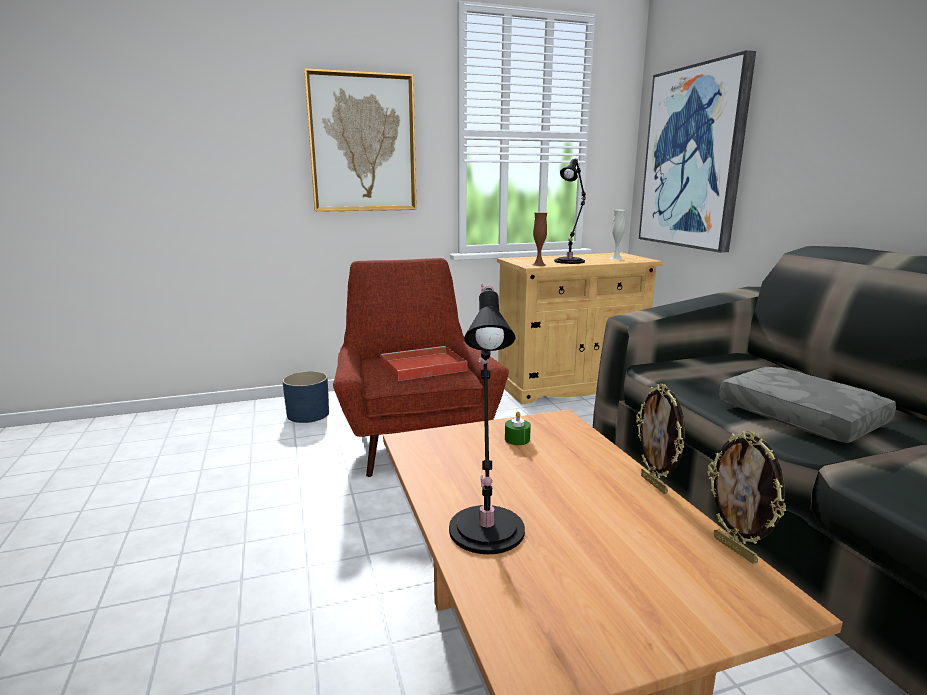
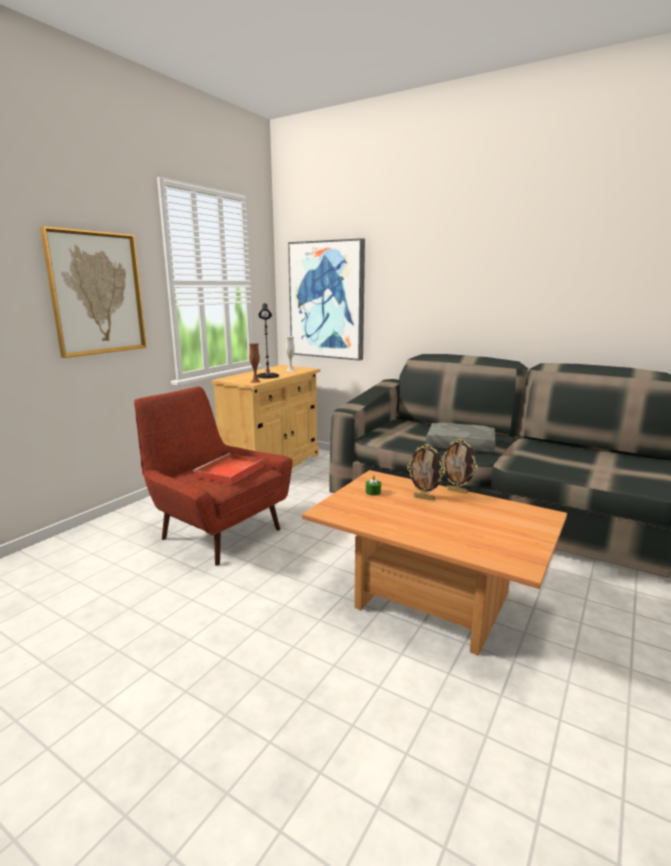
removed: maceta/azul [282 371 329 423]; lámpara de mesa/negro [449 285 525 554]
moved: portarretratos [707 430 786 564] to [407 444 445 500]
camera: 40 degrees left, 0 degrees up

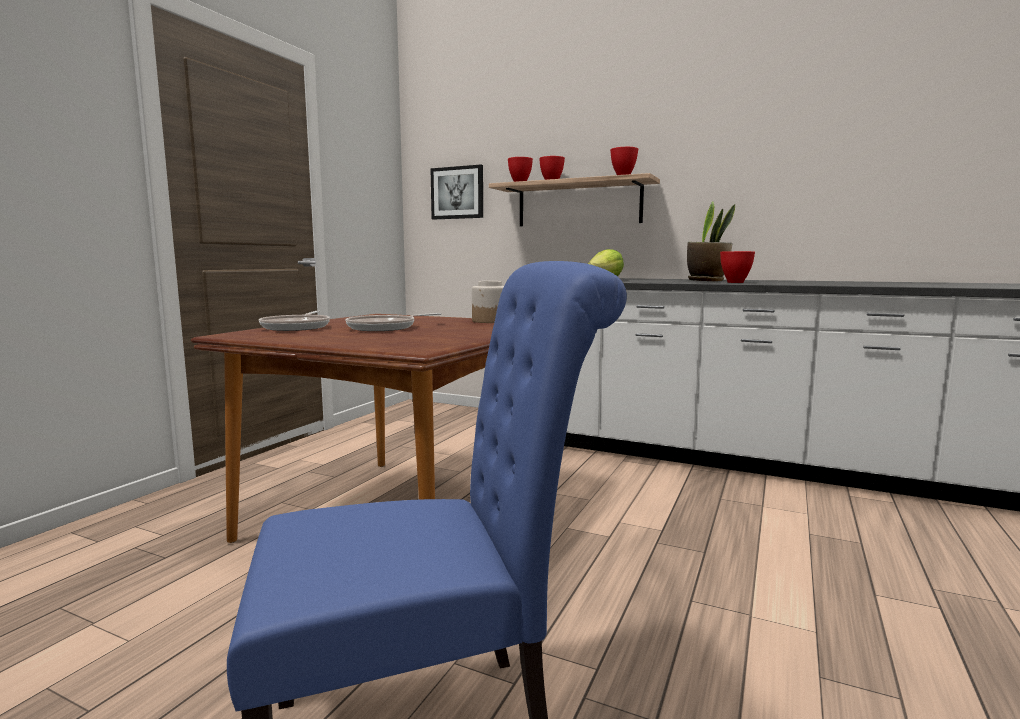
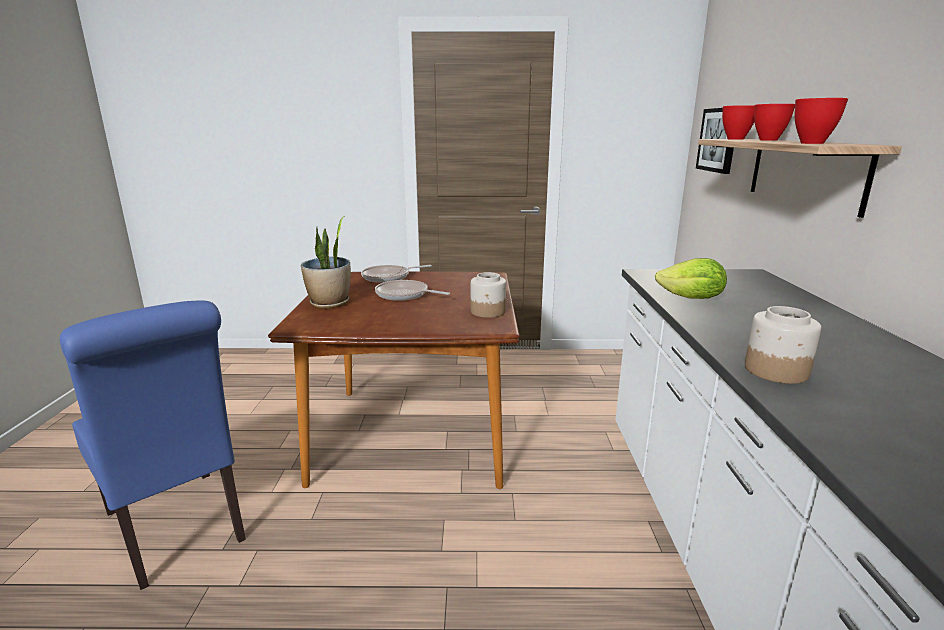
moved: planta en maceta [687 202 735 281] to [301 216 351 309]
replaced: cuenco/rojo [720 251 755 283] to tarro [745 306 821 384]
camera: 65 degrees right, 10 degrees up

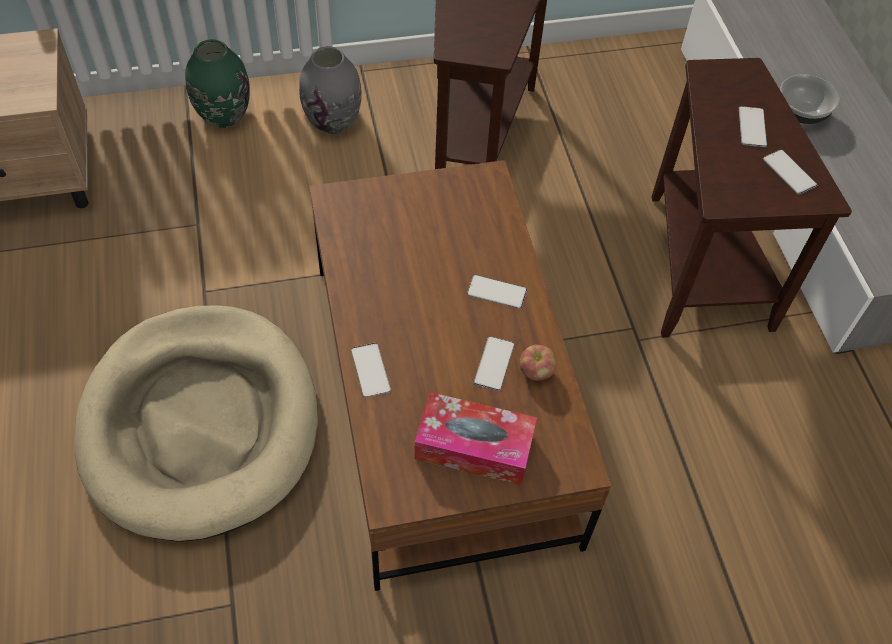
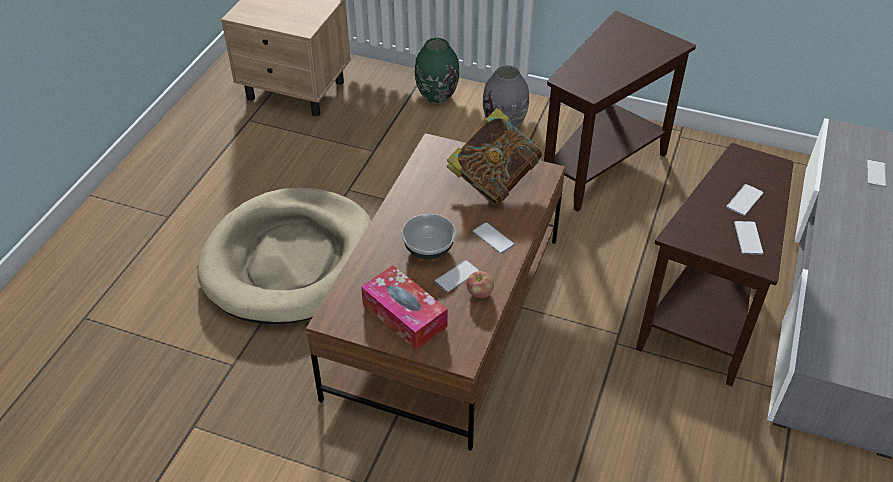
added: libro [447 108 542 205]
moved: móvil [351 343 391 398] to [867 159 886 187]; cuenco [780 74 839 124] to [401 214 456 259]
camera: 35 degrees right, 10 degrees down

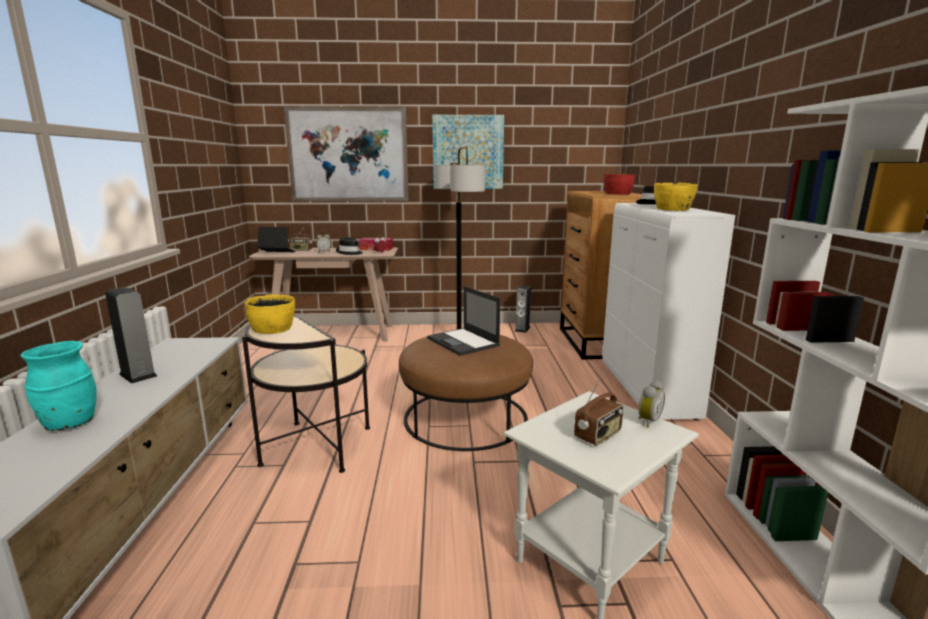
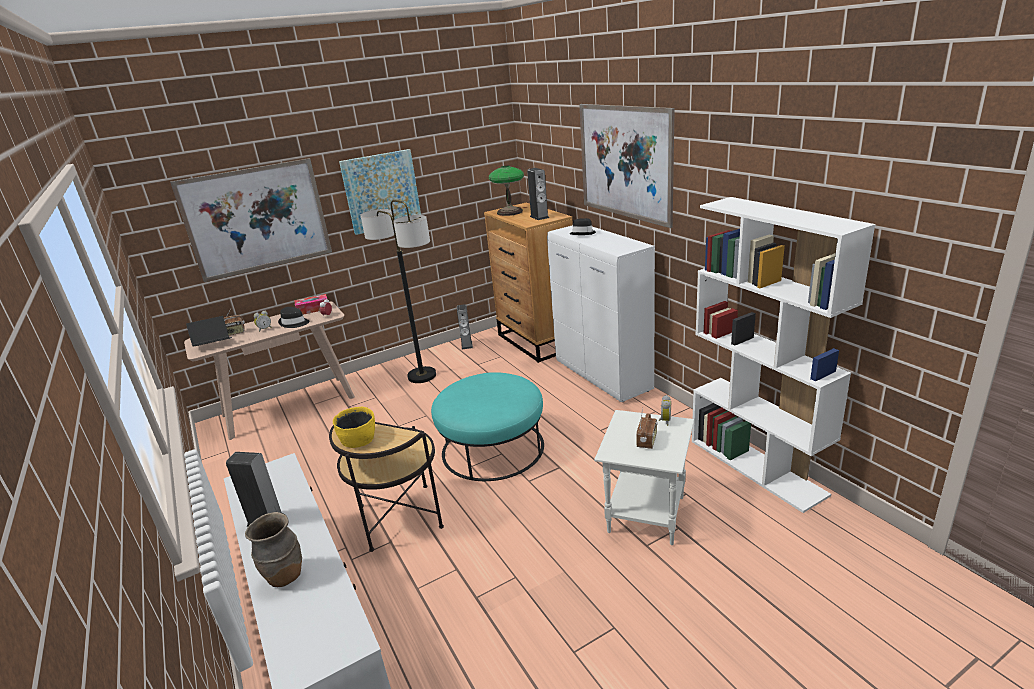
removed: portátil [427 286 500 356]; cuenco/amarillo [654 183 698 211]
added: lámpara de mesa [489 166 524 216]; cuadro [579 104 675 228]
replaced: cuenco/rojo [603 174 636 195] to altavoz [527 168 549 220]
recoloured: florero/turquesa [21 341 97 431] to florero/marrón [245 512 302 587]; puf/marrón [399 335 533 451] to puf/turquesa [431 372 544 481]
camera: 25 degrees left, 10 degrees up

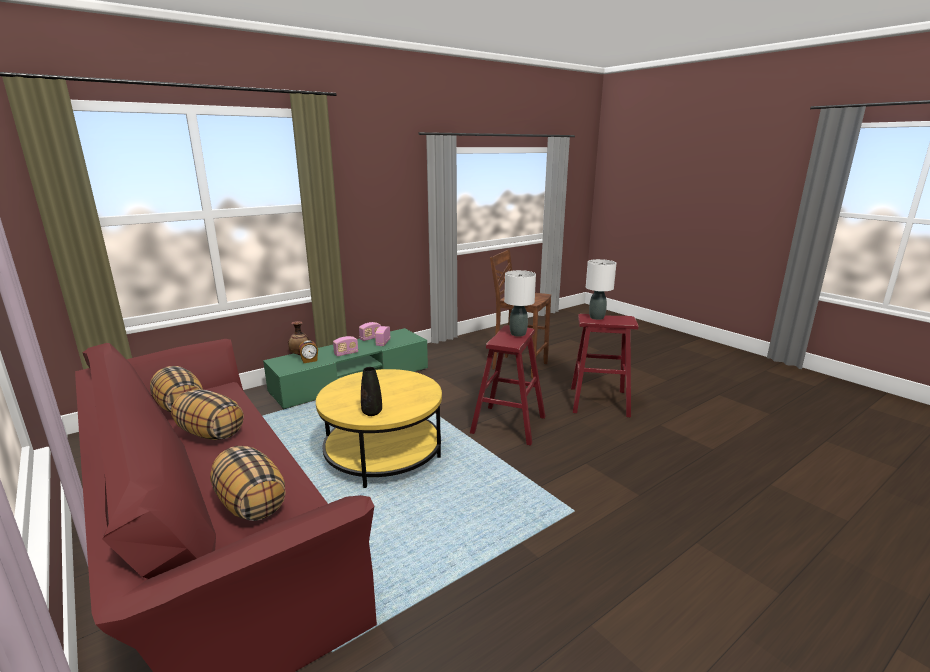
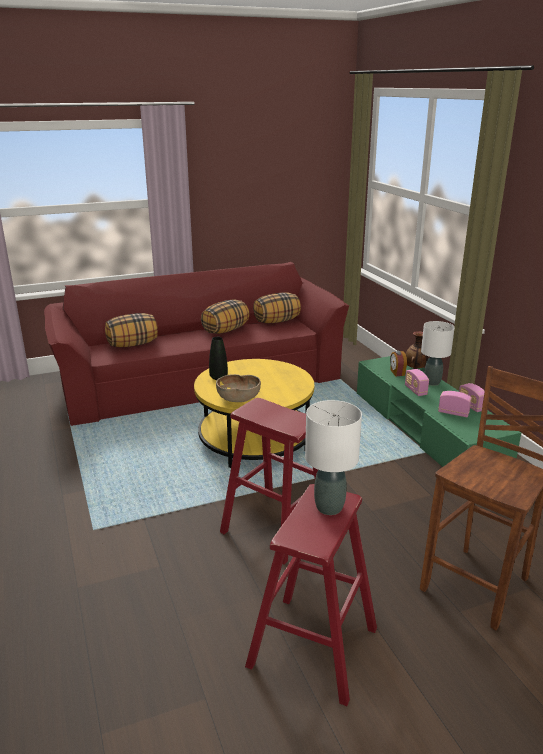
added: cuenco/marrón [216 374 261 402]
moved: lámpara de mesa/blanco [504 270 536 337] to [421 321 455 386]
camera: 105 degrees right, 5 degrees up

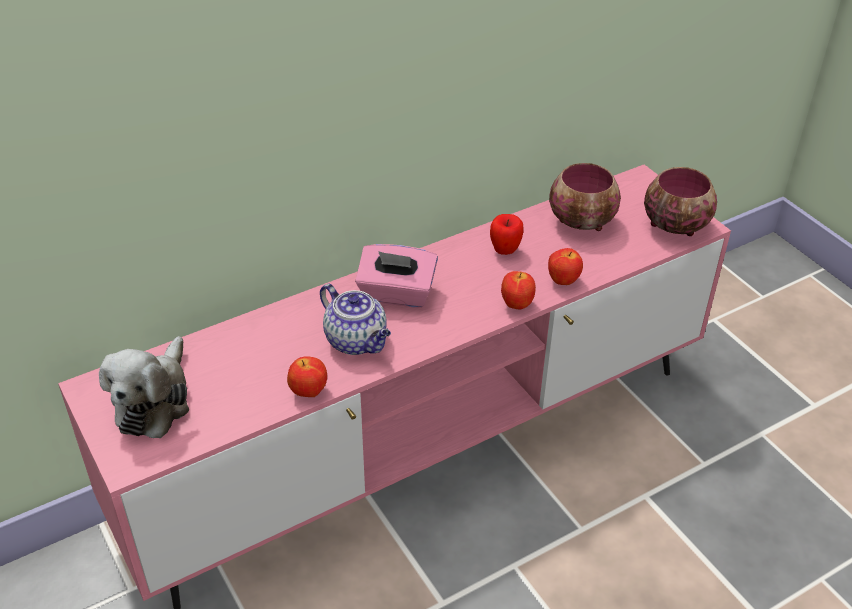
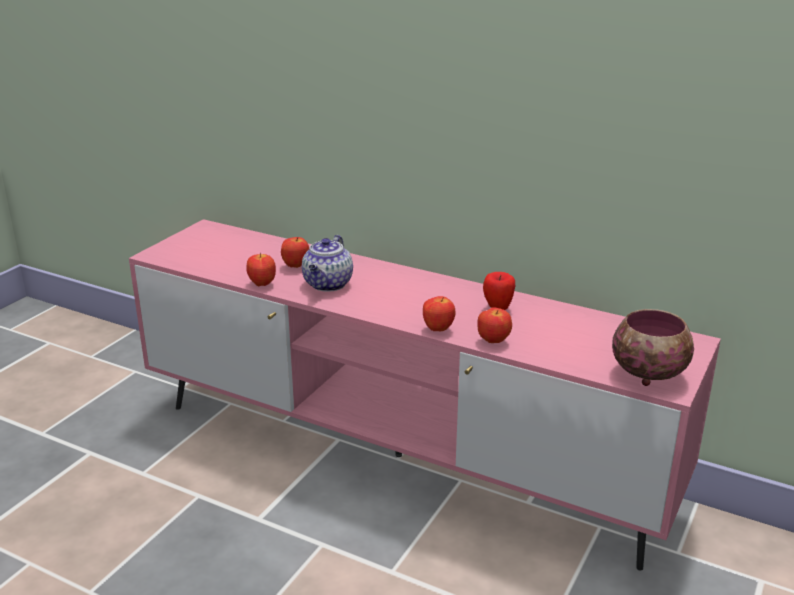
removed: peluche [99 336 189 438]; caja de pañuelos/rosa [355 244 438 308]; cuenco [549 163 621 231]
added: manzana [281 237 309 268]
camera: 60 degrees right, 15 degrees down

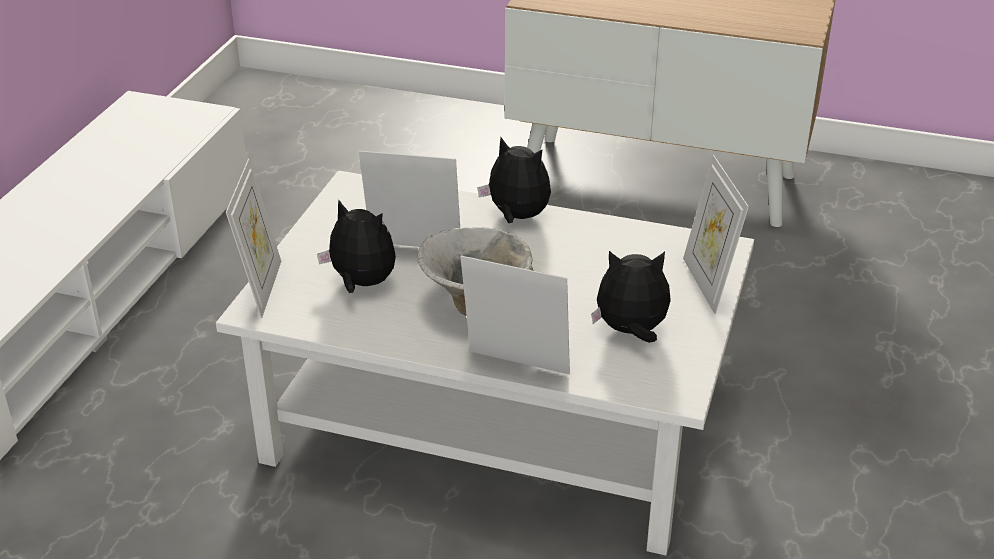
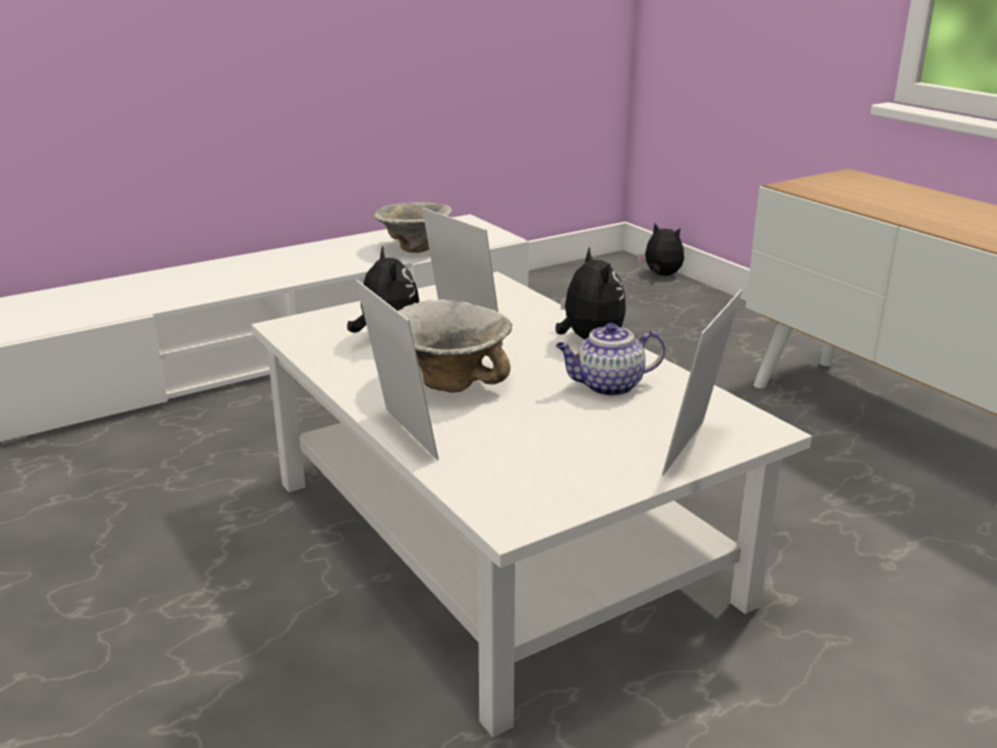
removed: portarretratos [226 159 281 318]
added: cuenco [374 202 452 253]; tetera [556 323 665 396]
moved: peluche [591 251 671 343] to [638 223 684 276]
camera: 40 degrees right, 10 degrees down

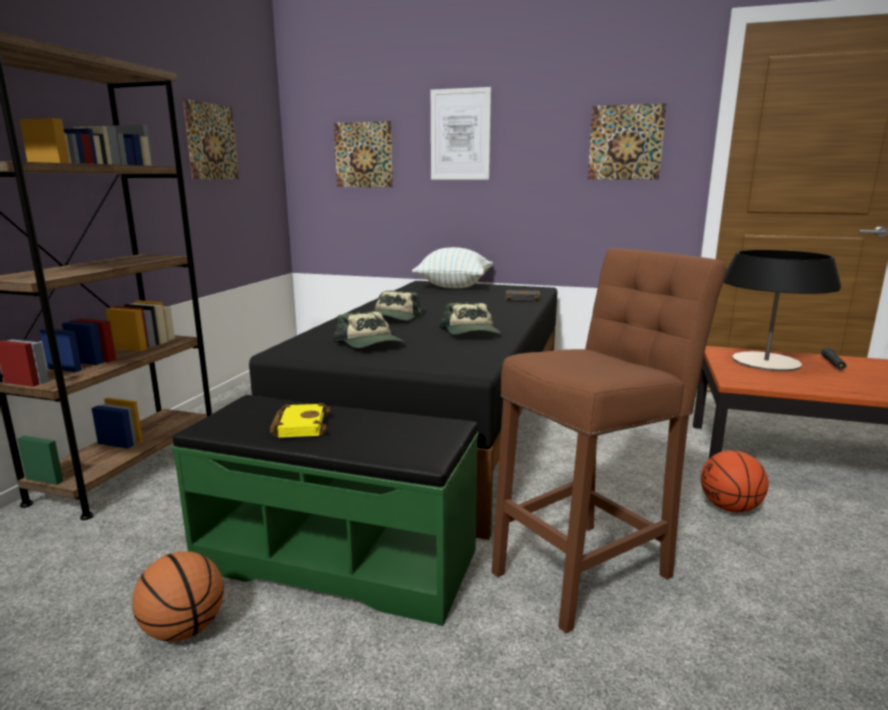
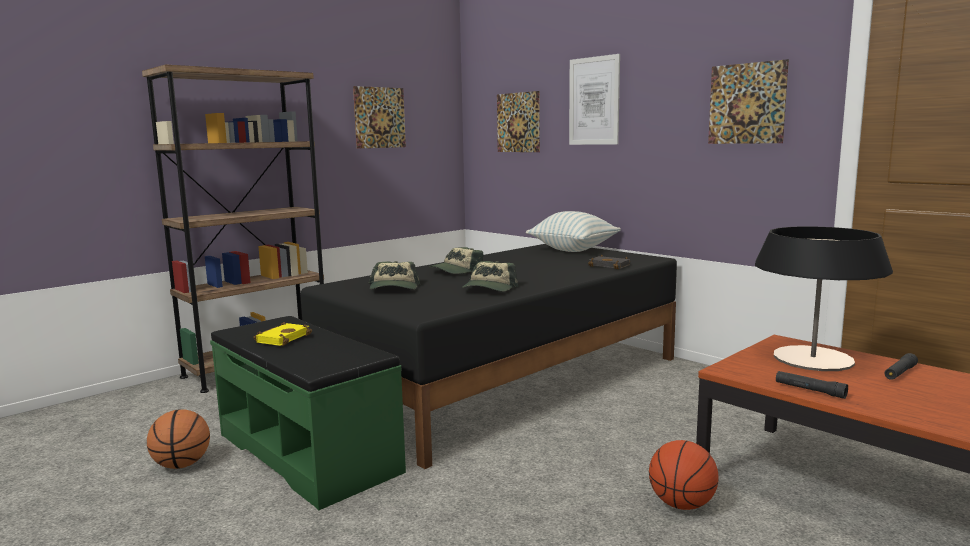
removed: taburete/marrón [492 248 727 633]
added: linterna/negro [776 371 848 399]
camera: 30 degrees right, 5 degrees down

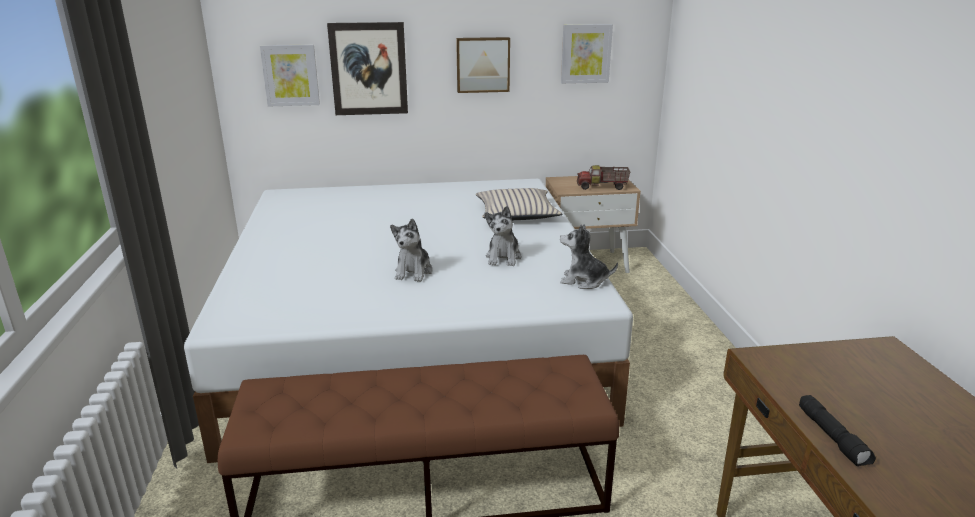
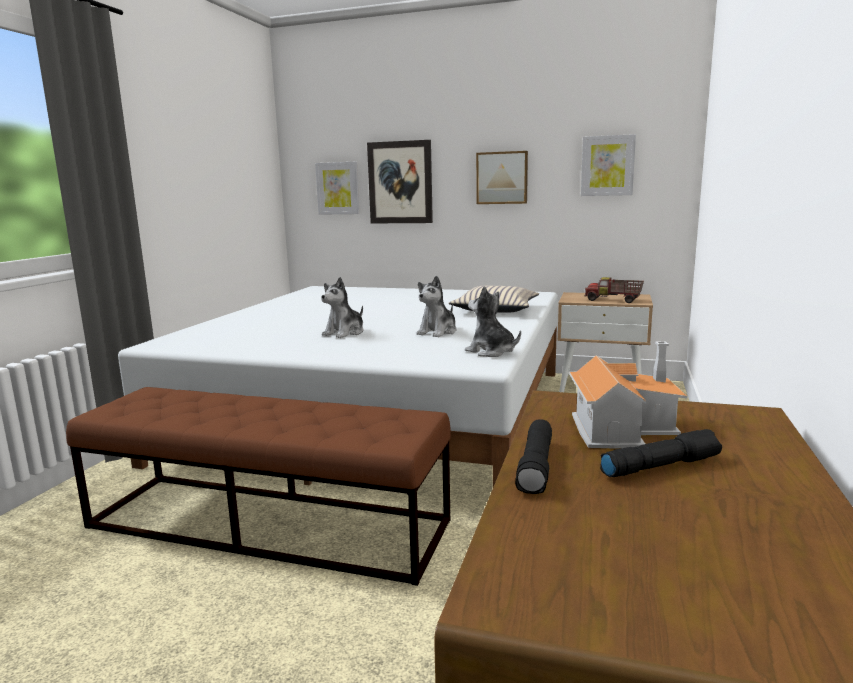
added: casita [569 341 688 448]; linterna/negro [600 429 722 477]
camera: 25 degrees right, 10 degrees down

